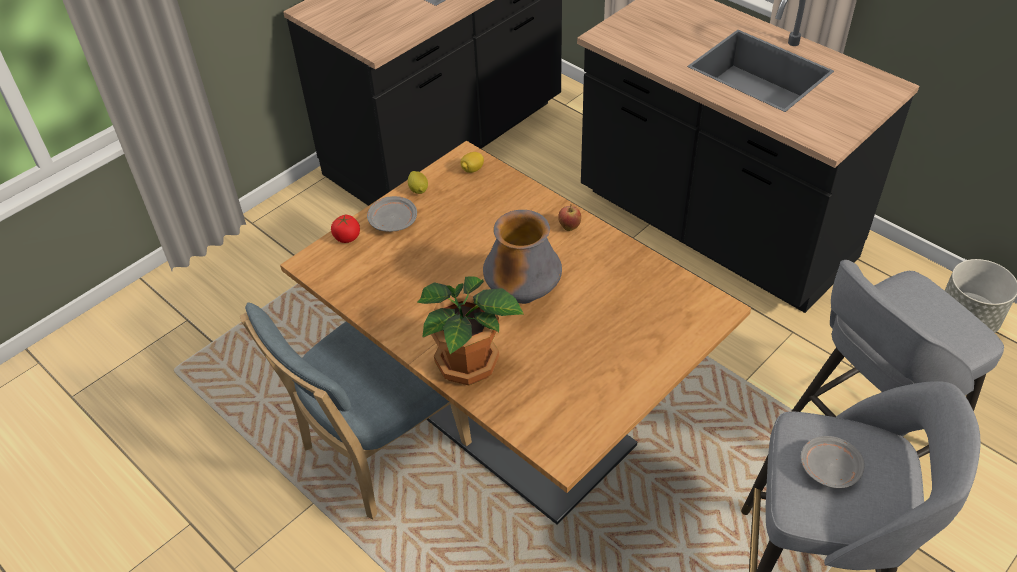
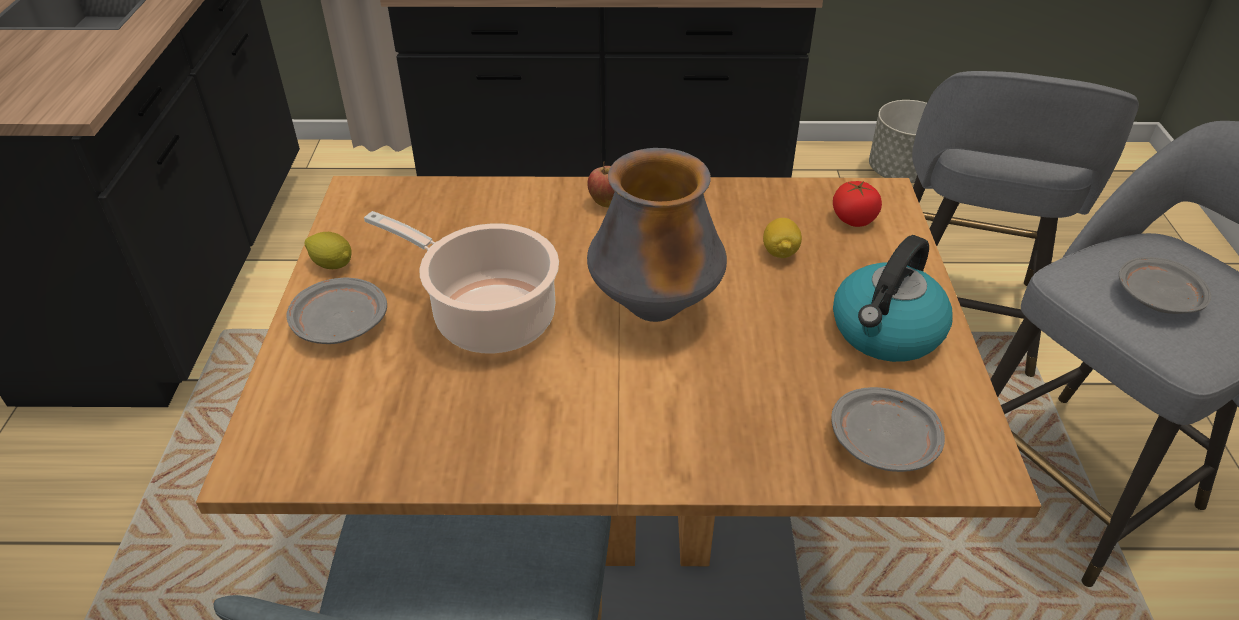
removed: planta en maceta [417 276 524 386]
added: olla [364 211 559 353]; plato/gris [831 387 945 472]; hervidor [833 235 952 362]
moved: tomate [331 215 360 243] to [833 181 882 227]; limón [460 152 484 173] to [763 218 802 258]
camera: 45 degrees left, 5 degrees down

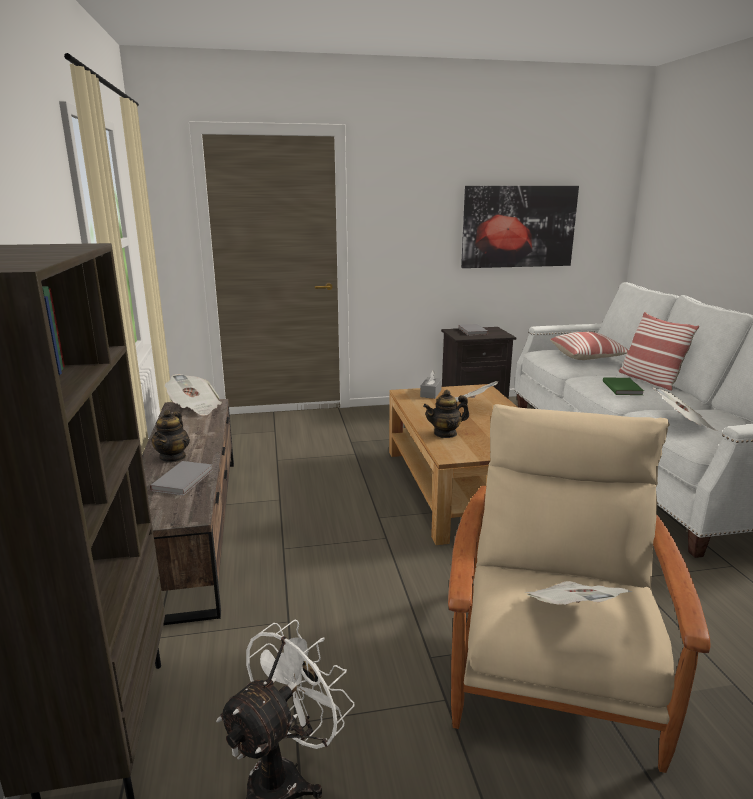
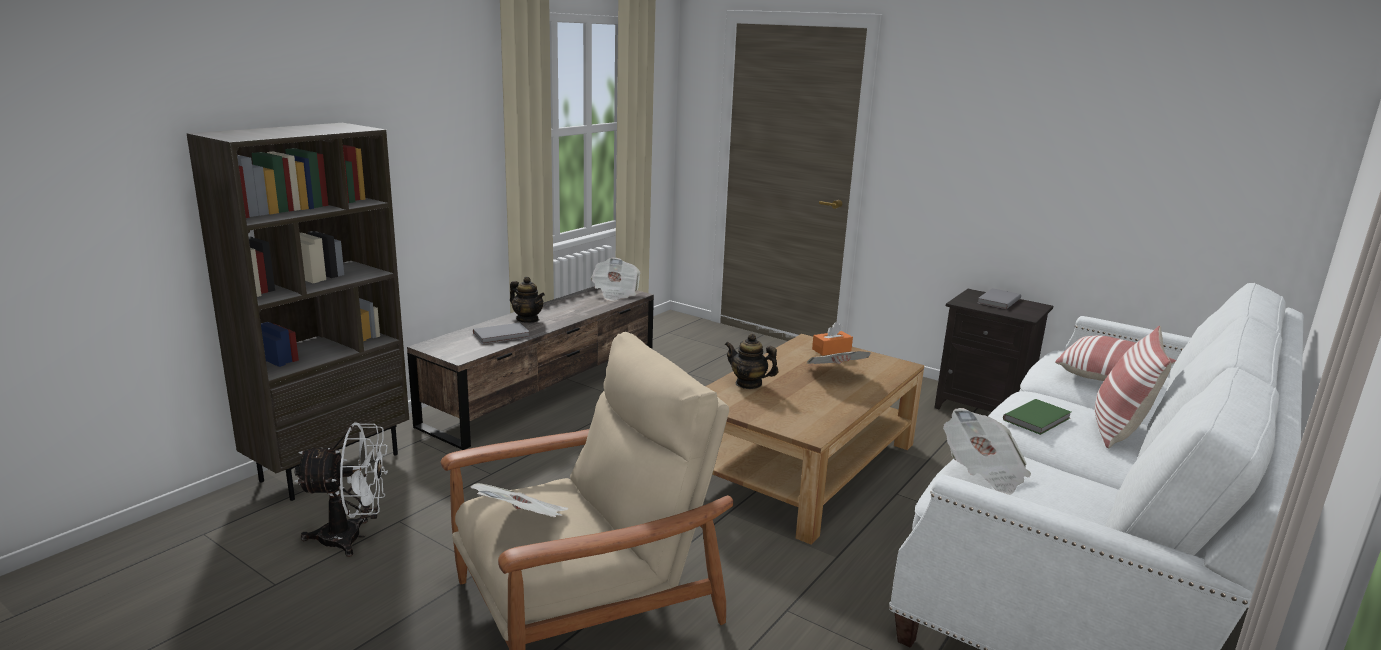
removed: cuadro [461 186 579 268]
recoloured: caja de pañuelos/gris [420 371 442 399] to caja de pañuelos/naranja [812 322 853 356]
turned: tetera [151 410 190 462] = [510 277 545 323] 105 degrees counterclockwise
camera: 45 degrees right, 0 degrees up

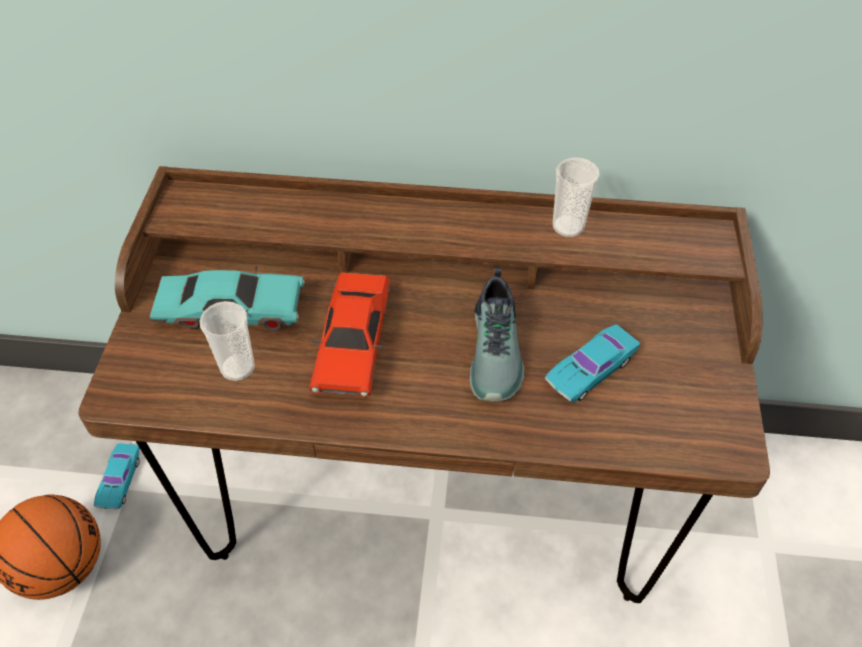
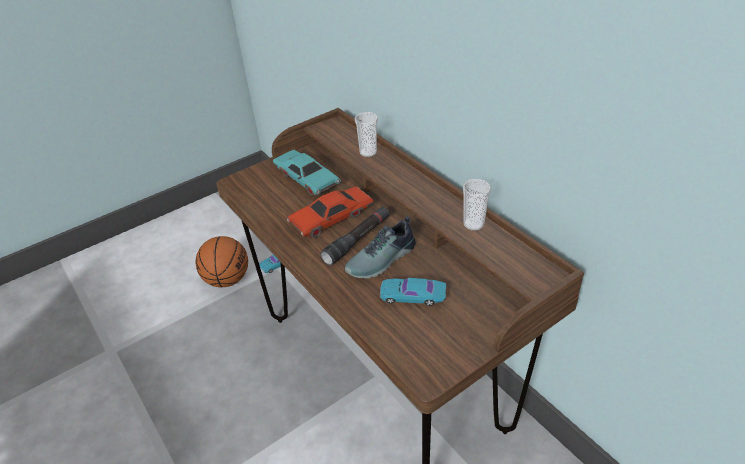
added: linterna/negro [320 206 390 265]
moved: taza [200 301 255 381] to [355 112 378 157]
camera: 50 degrees right, 10 degrees down

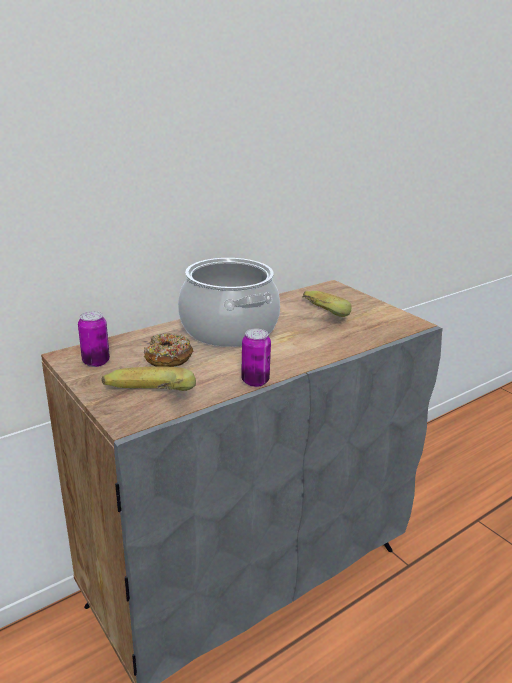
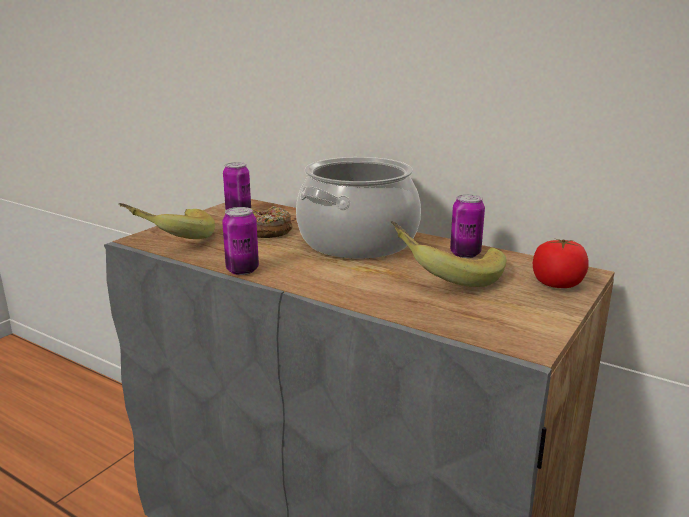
added: lata [450 194 485 258]; tomate [533 239 589 288]
camera: 70 degrees right, 5 degrees down

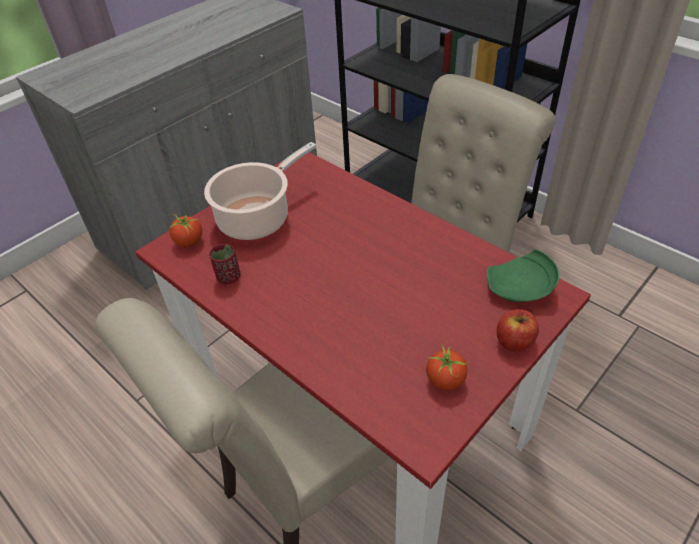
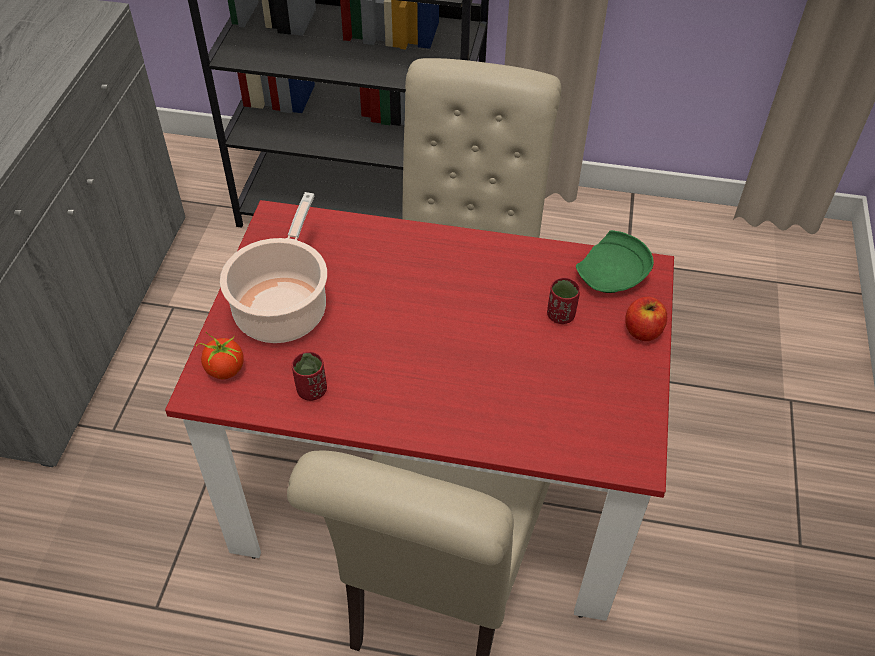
removed: tomate [426 344 469 391]
added: taza/rojo [547 278 580 324]
camera: 35 degrees left, 5 degrees up

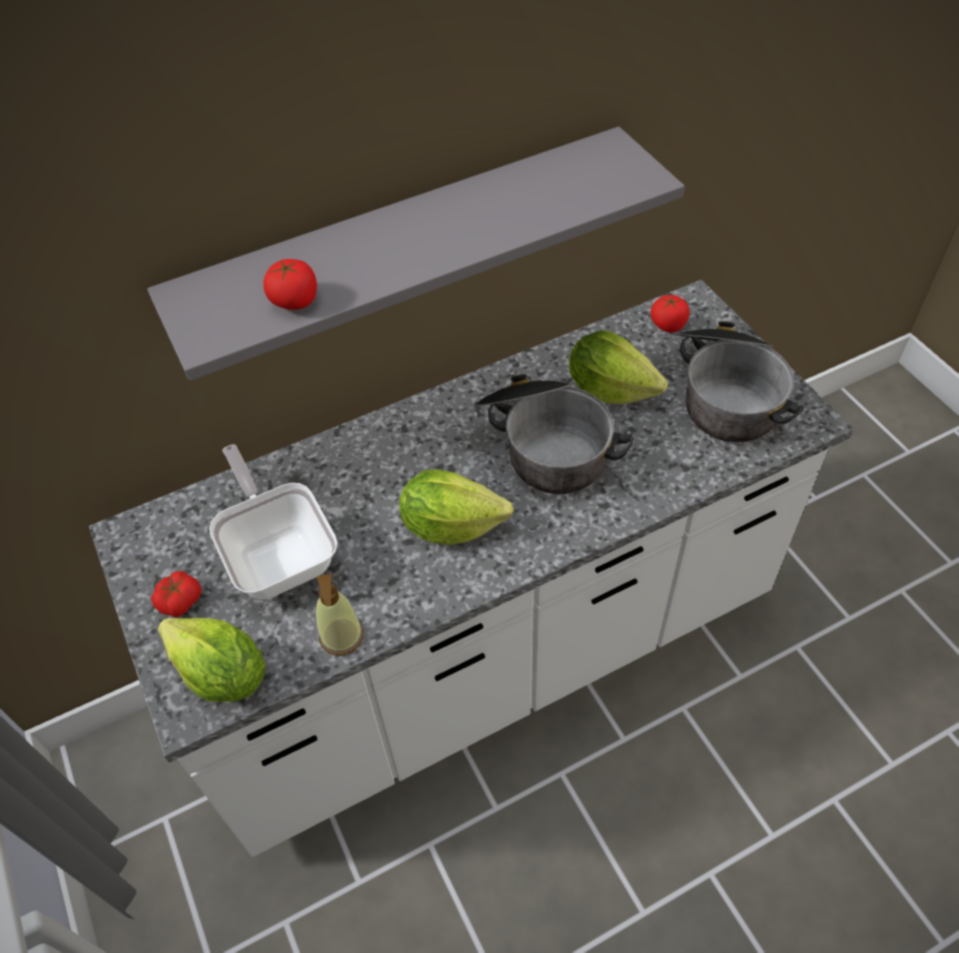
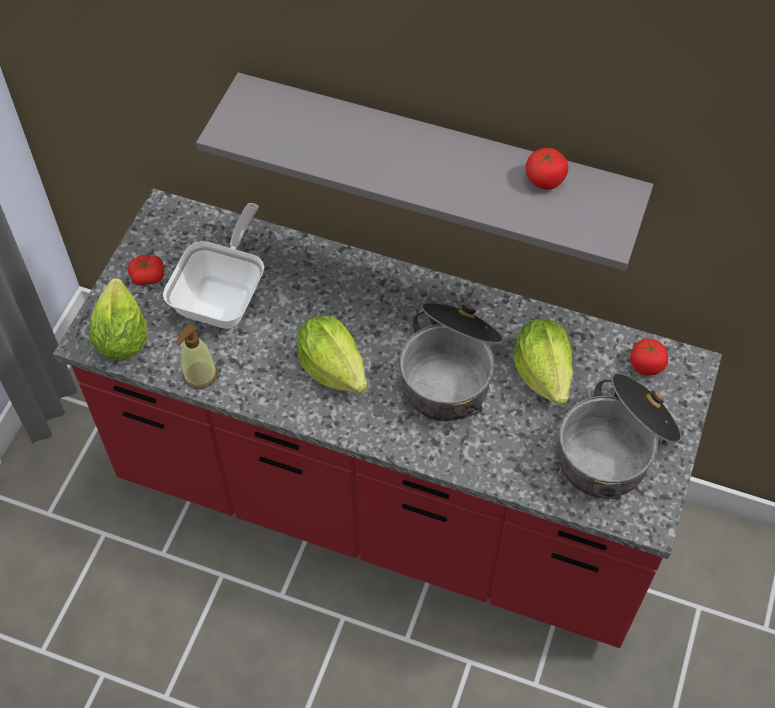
moved: tomate [263 259 317 310] to [526 148 568 190]
recoloured: mueble bajo de cocina/blanco [89 280 853 857] to mueble bajo de cocina/rojo [53 189 722 648]
camera: 45 degrees right, 5 degrees up

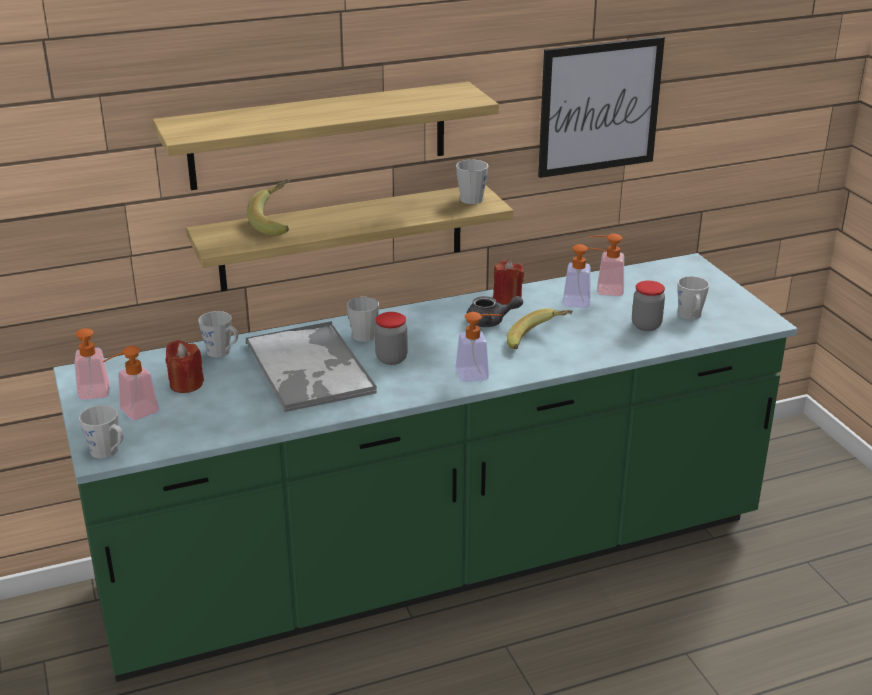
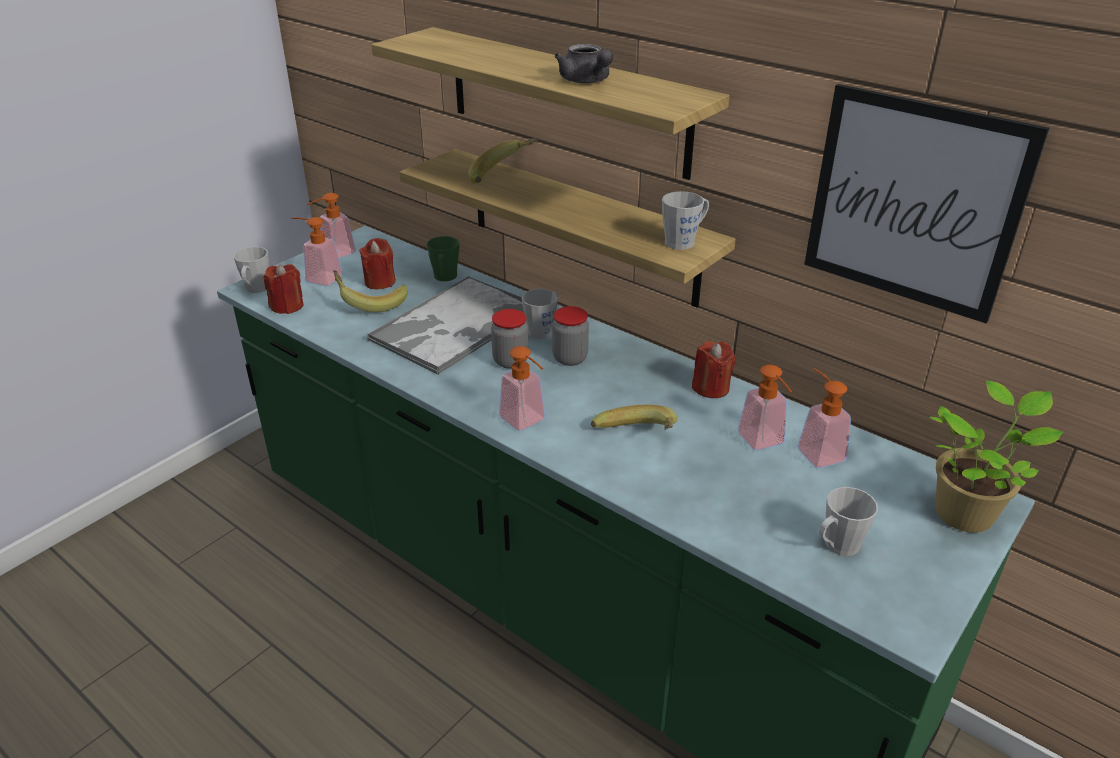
added: vela/rojo [264 264 304 314]; plátano [333 270 408 312]; planta en maceta [930 381 1063 533]
moved: tetera/gris [466 296 523 327] to [555 44 613 83]; tarro [632 281 665 331] to [552 306 589 366]
recoloured: taza grande/gris [198 311 238 357] to taza grande/verde [427 236 459 281]
camera: 60 degrees right, 5 degrees up

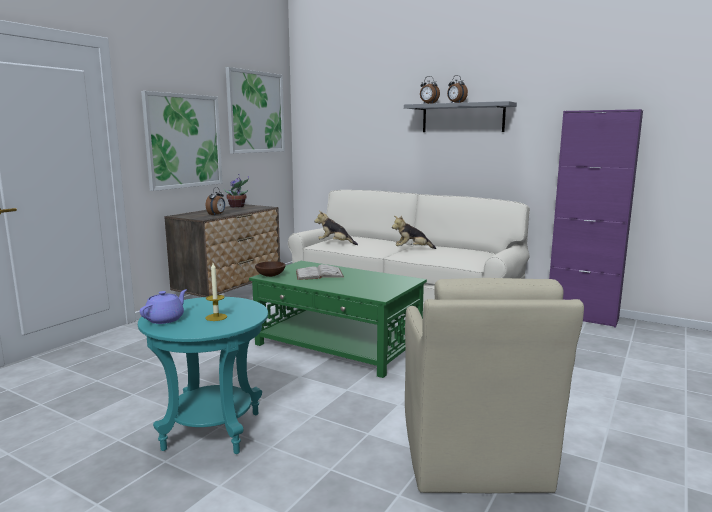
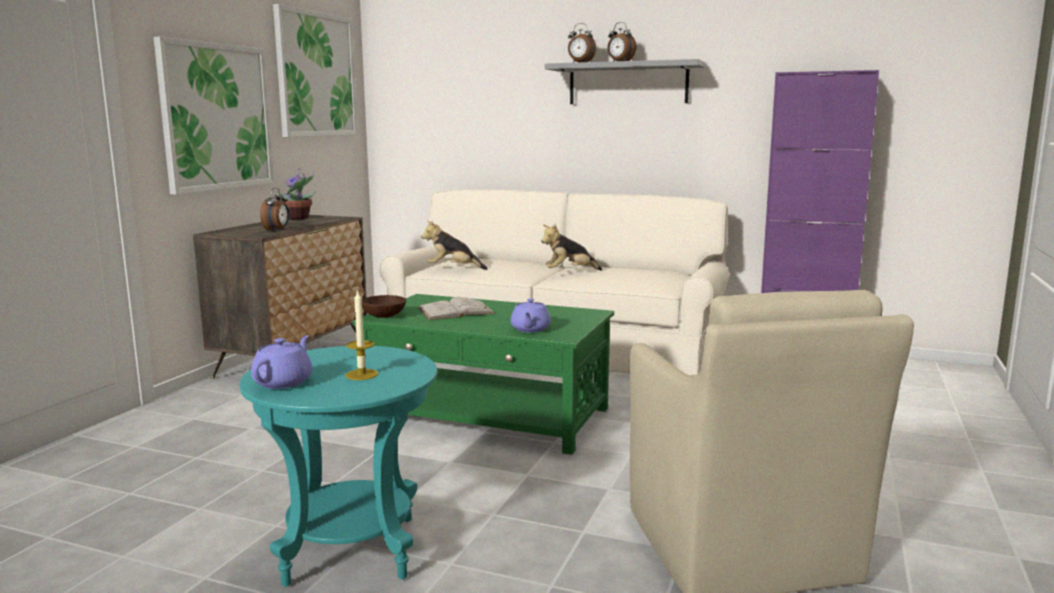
added: tetera/morado [511 298 551 333]
camera: 10 degrees left, 0 degrees up

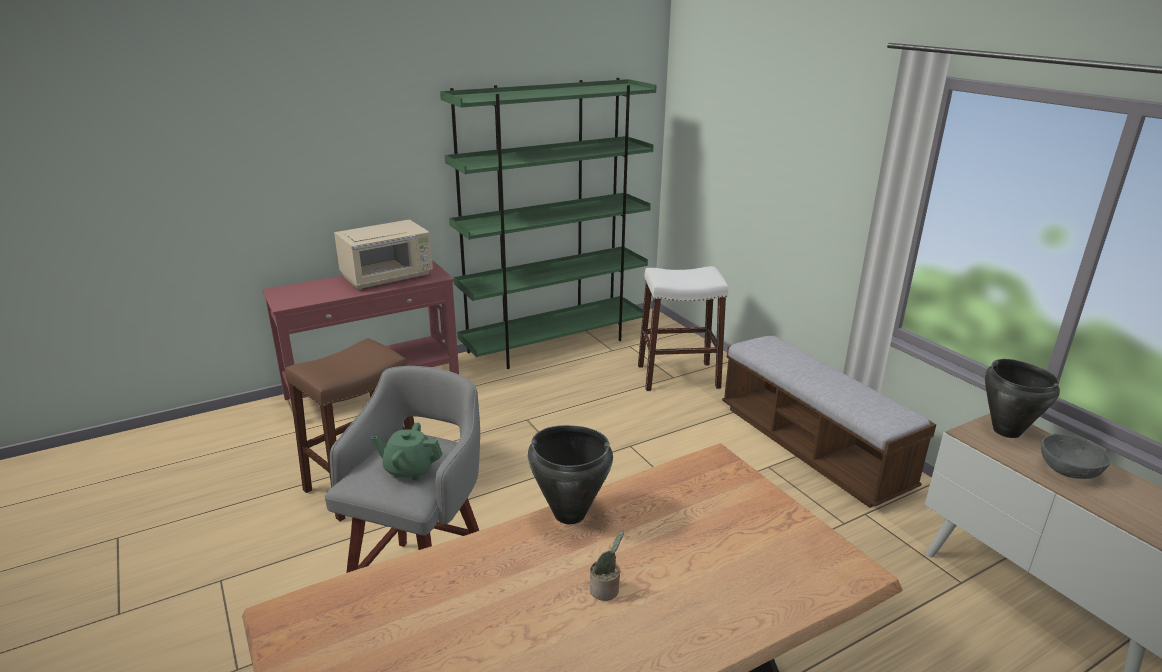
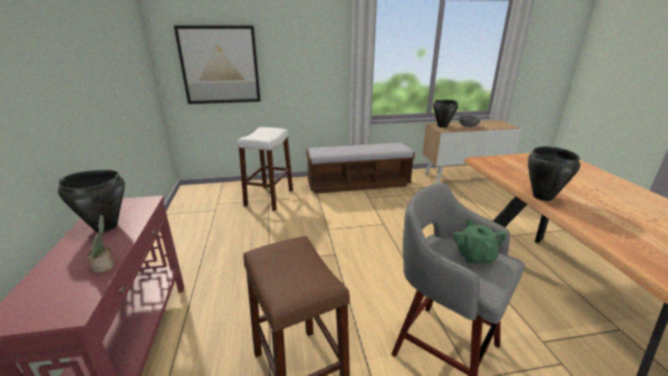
removed: estantería/verde [440 78 657 369]
added: cuadro [174 26 261 104]
moved: planta en maceta [590 530 624 601] to [87 215 115 273]
replaced: microondas/beis [334 220 433 290] to olla/negro [58 170 125 232]
turned: tetera/verde [371 422 443 480] = [453 219 507 264] 150 degrees clockwise
camera: 70 degrees left, 0 degrees up

